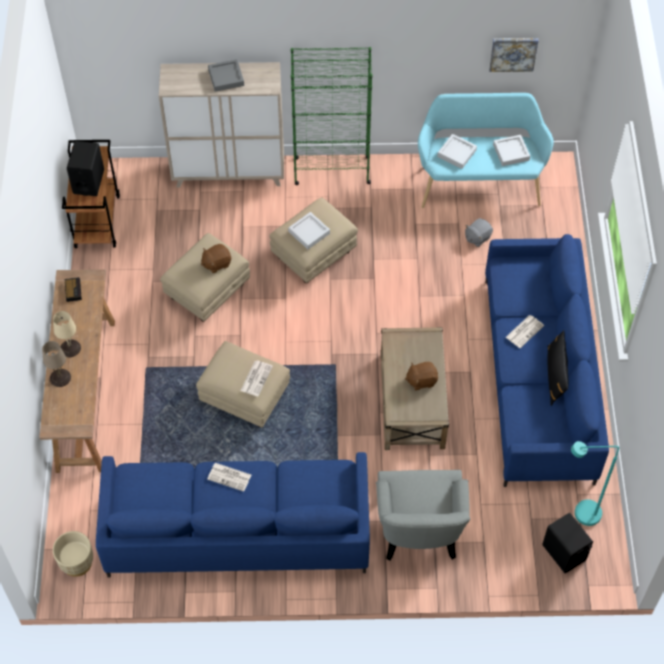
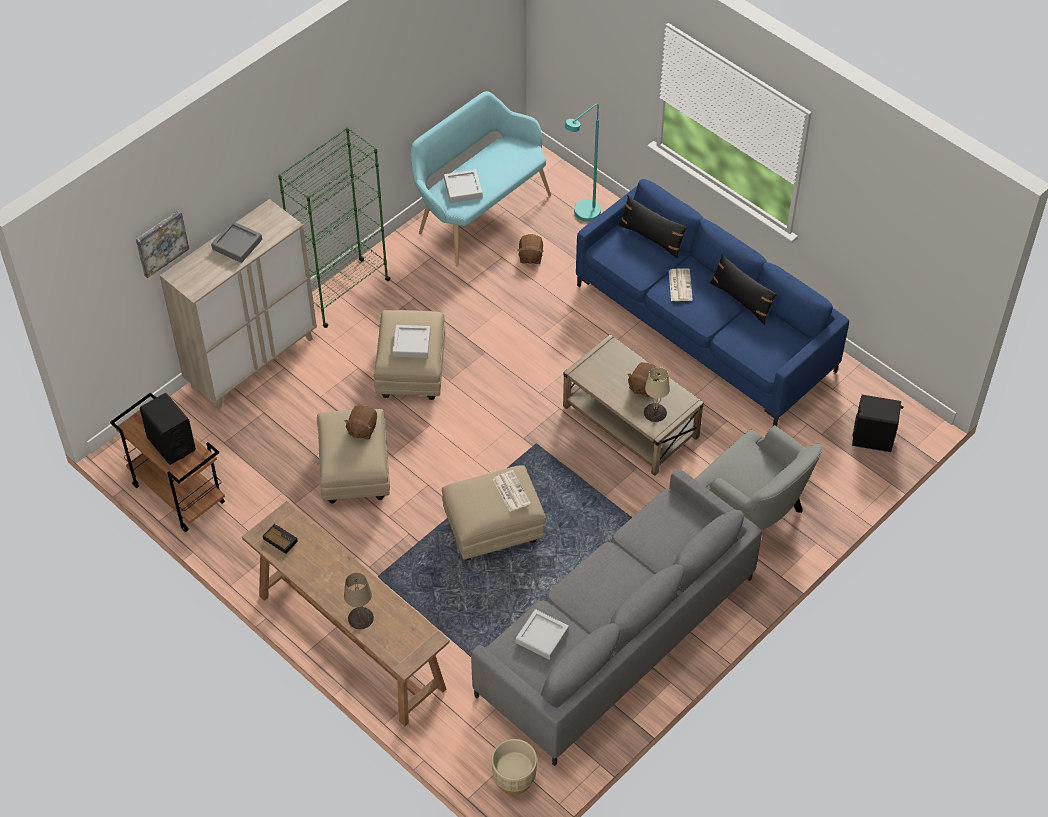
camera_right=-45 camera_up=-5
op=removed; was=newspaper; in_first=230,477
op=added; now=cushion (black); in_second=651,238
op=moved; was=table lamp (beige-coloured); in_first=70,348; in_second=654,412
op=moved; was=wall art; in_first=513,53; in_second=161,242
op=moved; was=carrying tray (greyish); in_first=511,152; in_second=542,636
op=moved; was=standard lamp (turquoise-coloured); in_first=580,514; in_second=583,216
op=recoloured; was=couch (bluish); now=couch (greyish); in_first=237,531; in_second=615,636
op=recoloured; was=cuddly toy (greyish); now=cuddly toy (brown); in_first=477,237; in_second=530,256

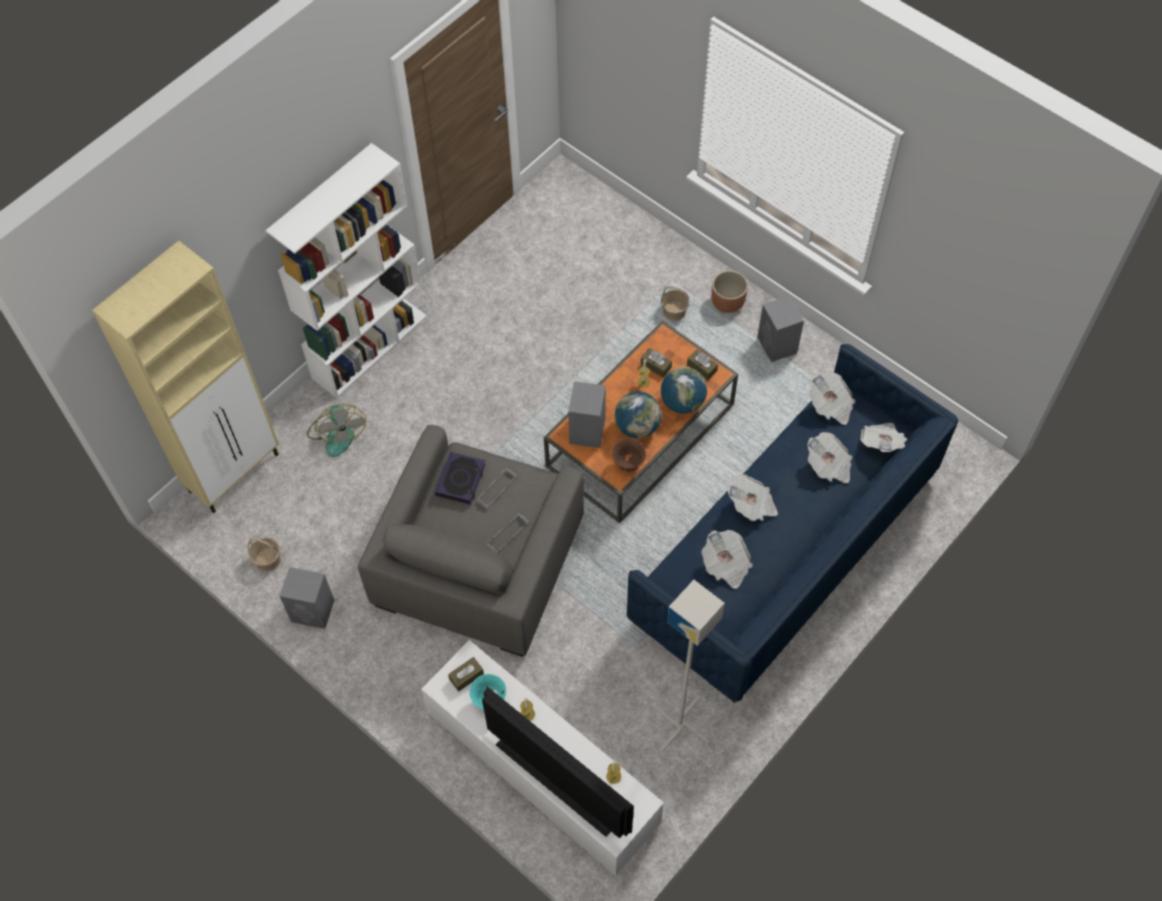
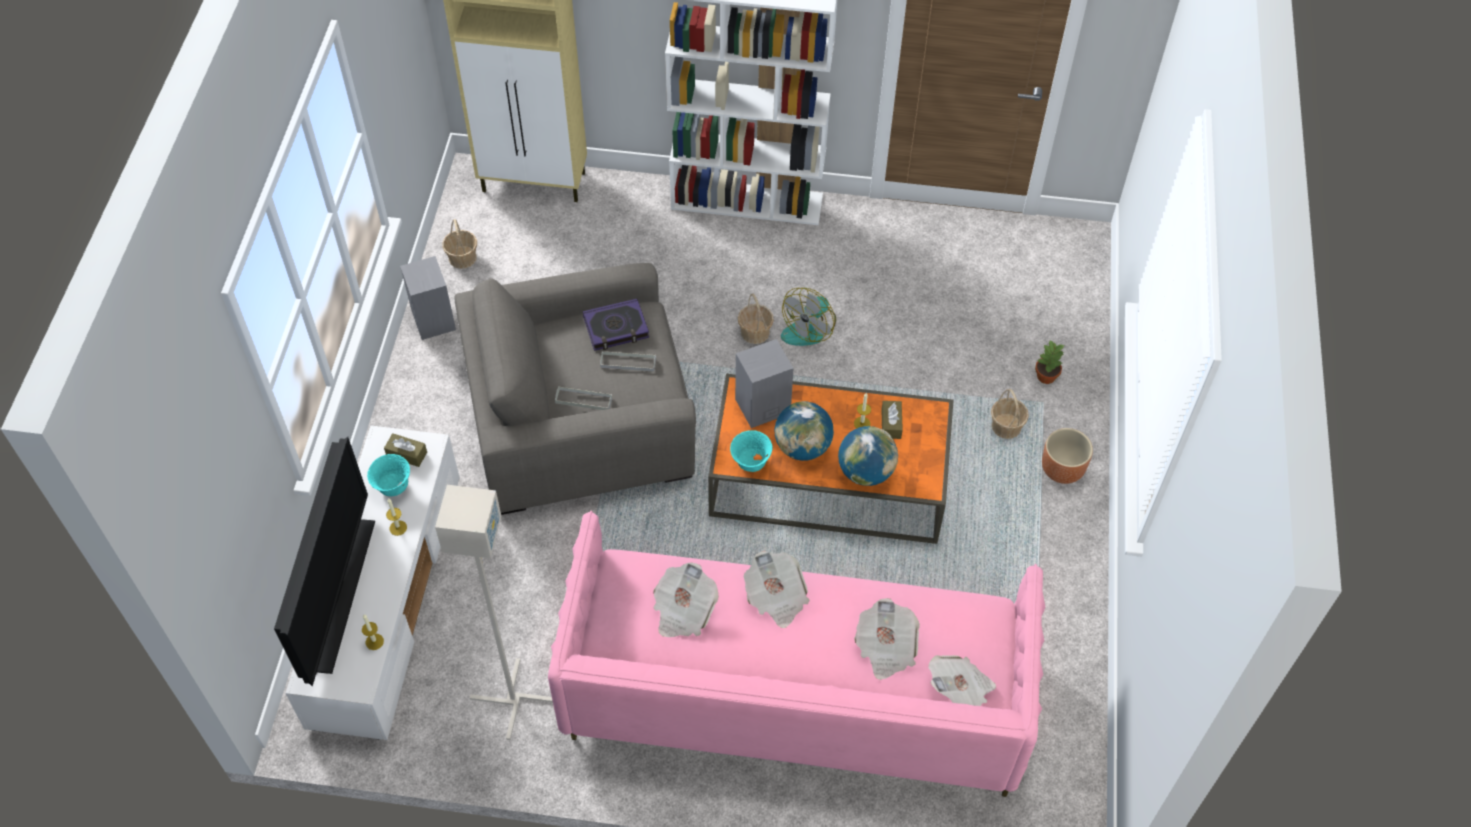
camera_right=55 camera_up=-5
op=removed; was=tissue holder (brown); in_first=702,367
op=removed; was=speaker (greyish); in_first=777,346
op=removed; was=newspaper; in_first=830,405
op=added; now=storage basket; in_second=755,332
op=added; now=plant in a pot; in_second=1046,377
op=moved; was=cooling fan; in_first=337,433; in_second=809,328
op=recoloured; was=bowl (brown); now=bowl (turquoise-coloured); in_first=628,464; in_second=751,463
op=recoloured; was=couch (bluish); now=couch (pink-coloured); in_first=784,549; in_second=794,691

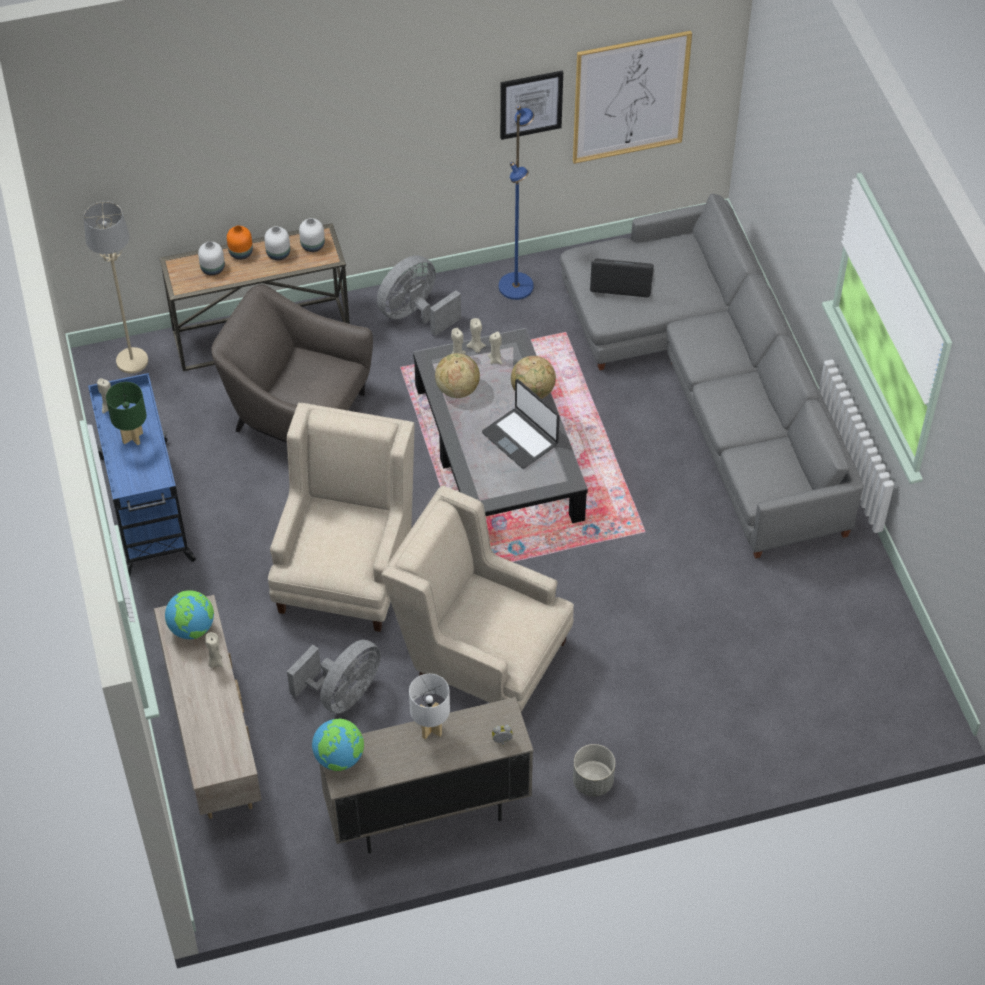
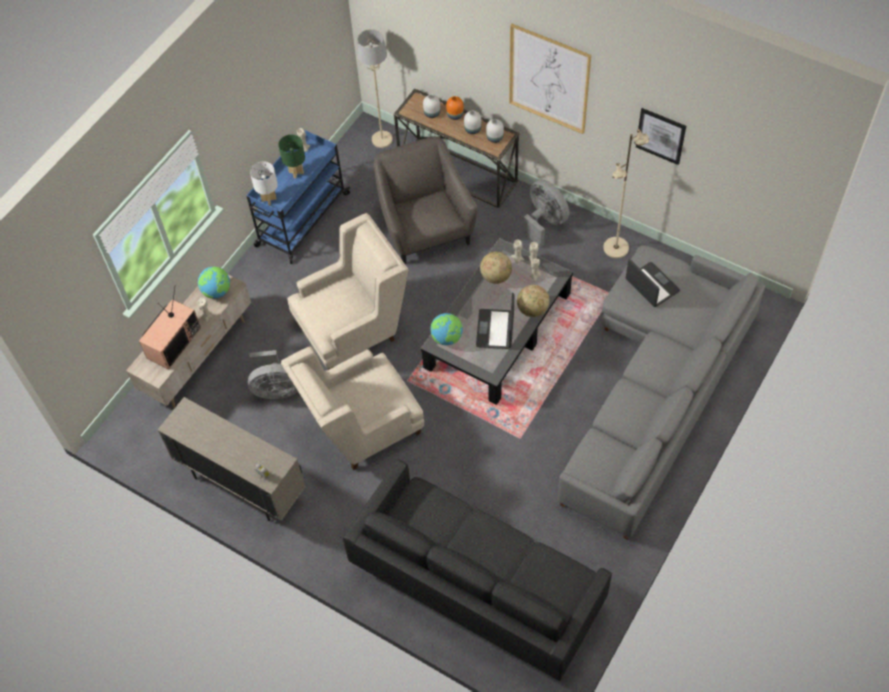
camera_right=50 camera_up=5
op=removed; was=plant pot (greyish); in_first=592,782
op=added; now=TV; in_second=173,342
op=added; now=couch (black); in_second=477,584
op=moved; was=desk globe; in_first=339,758; in_second=447,338
op=moved; was=table lamp (white); in_first=430,729; in_second=269,199
op=moved; was=wall art; in_first=630,97; in_second=549,79
op=recoloured; was=standard lamp (bluish); now=standard lamp (beige-coloured); in_first=516,286; in_second=616,248
op=turned; was=cooling fan (greyish); in_first=415,314; in_second=545,222; clockwise=45
op=turned; was=armchair (beige-coloured); in_first=480,655; in_second=361,428; clockwise=-105

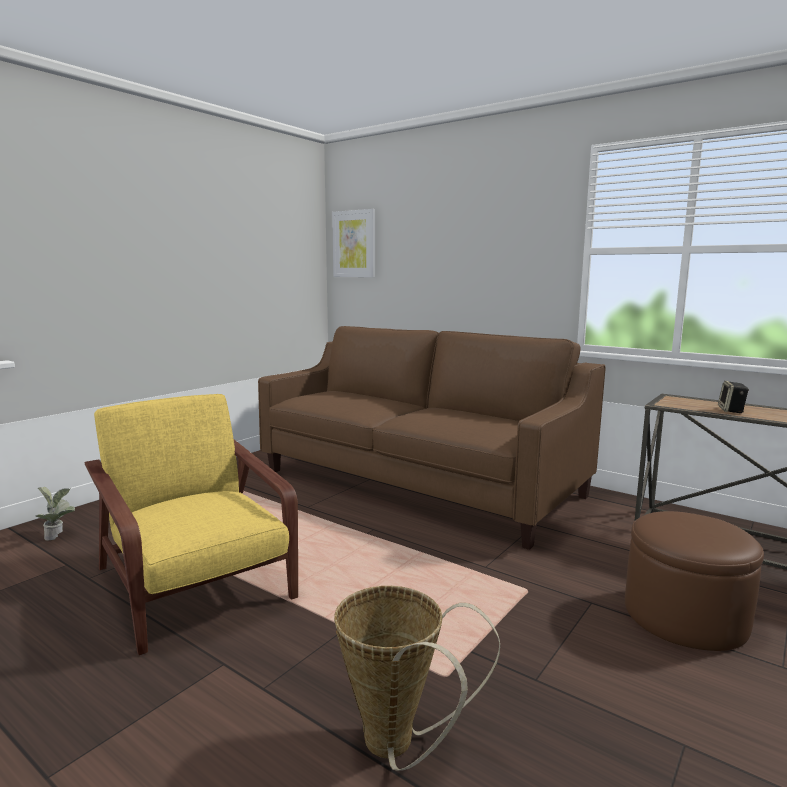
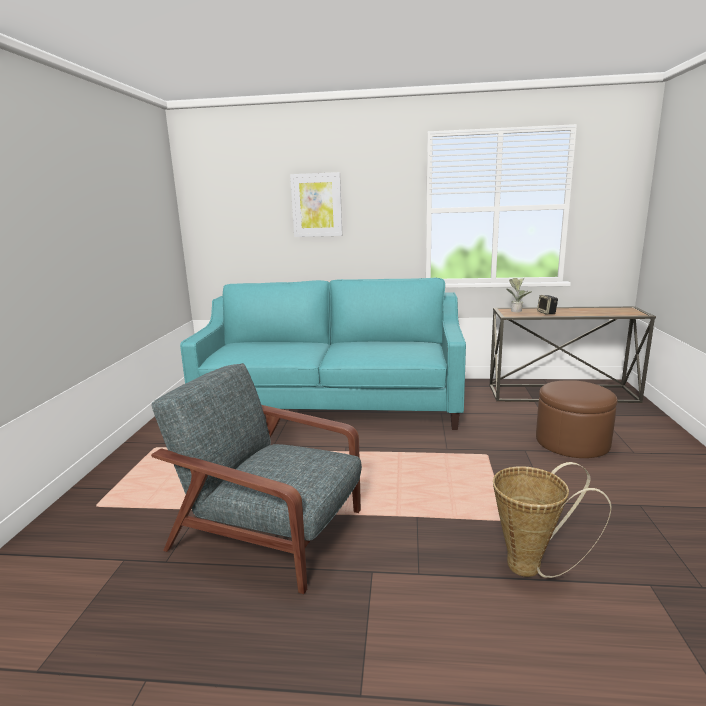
camera_right=-30 camera_up=5
op=moved; was=plant in a pot; in_first=58,536; in_second=517,311
op=moved; was=wall art; in_first=354,244; in_second=316,205
op=recoloured; was=armchair (yellowish); now=armchair (greyish); in_first=195,585; in_second=271,531
op=recoloured; was=couch (brown); now=couch (turquoise-coloured); in_first=418,483; in_second=332,404

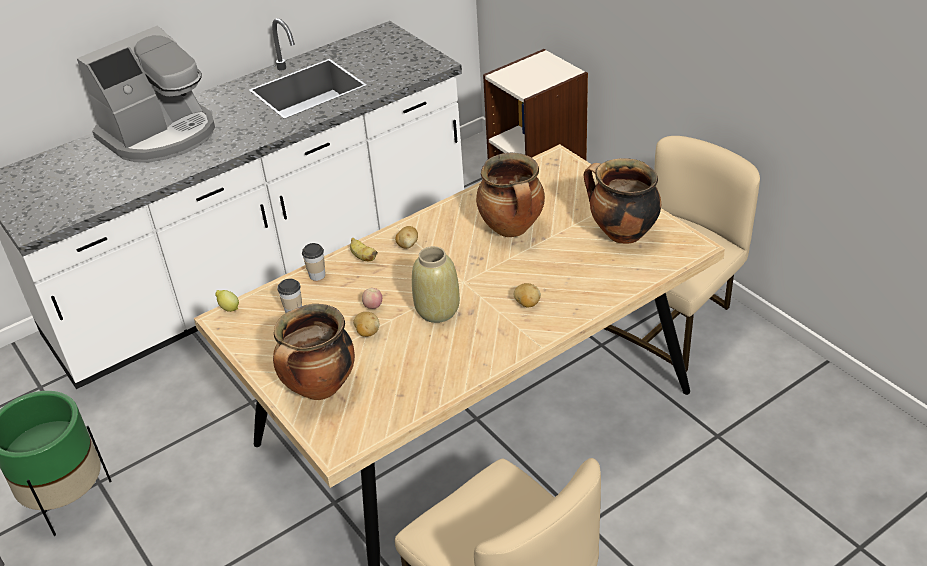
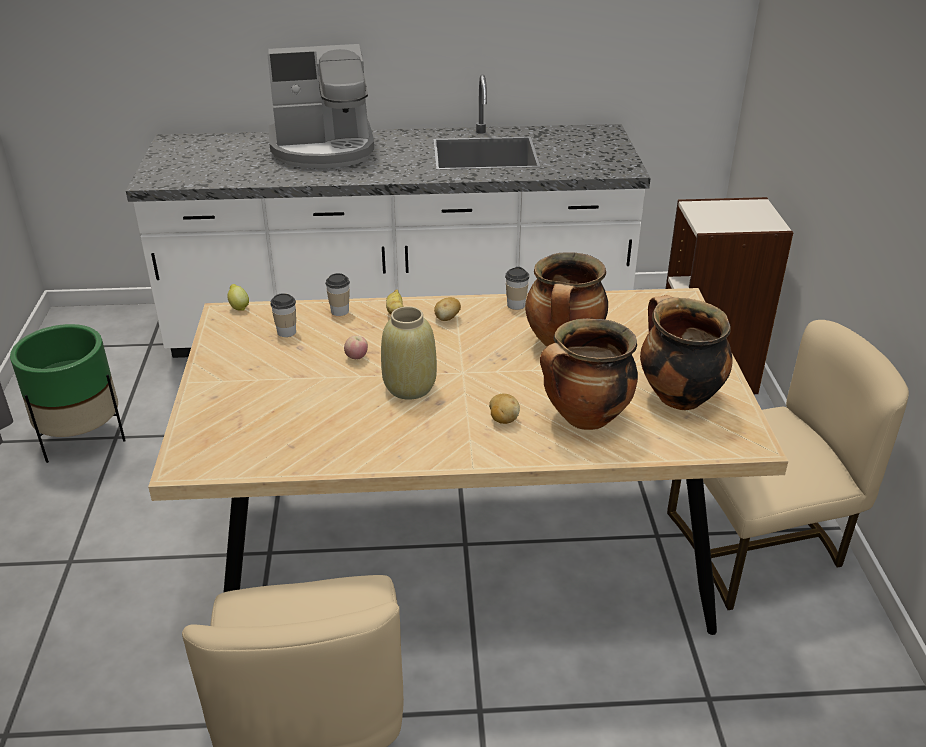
camera_right=30 camera_up=-5
op=removed; was=spud; in_first=367,332
op=added; now=cup; in_second=516,305
op=moved; was=stockpot; in_first=320,389; in_second=585,419

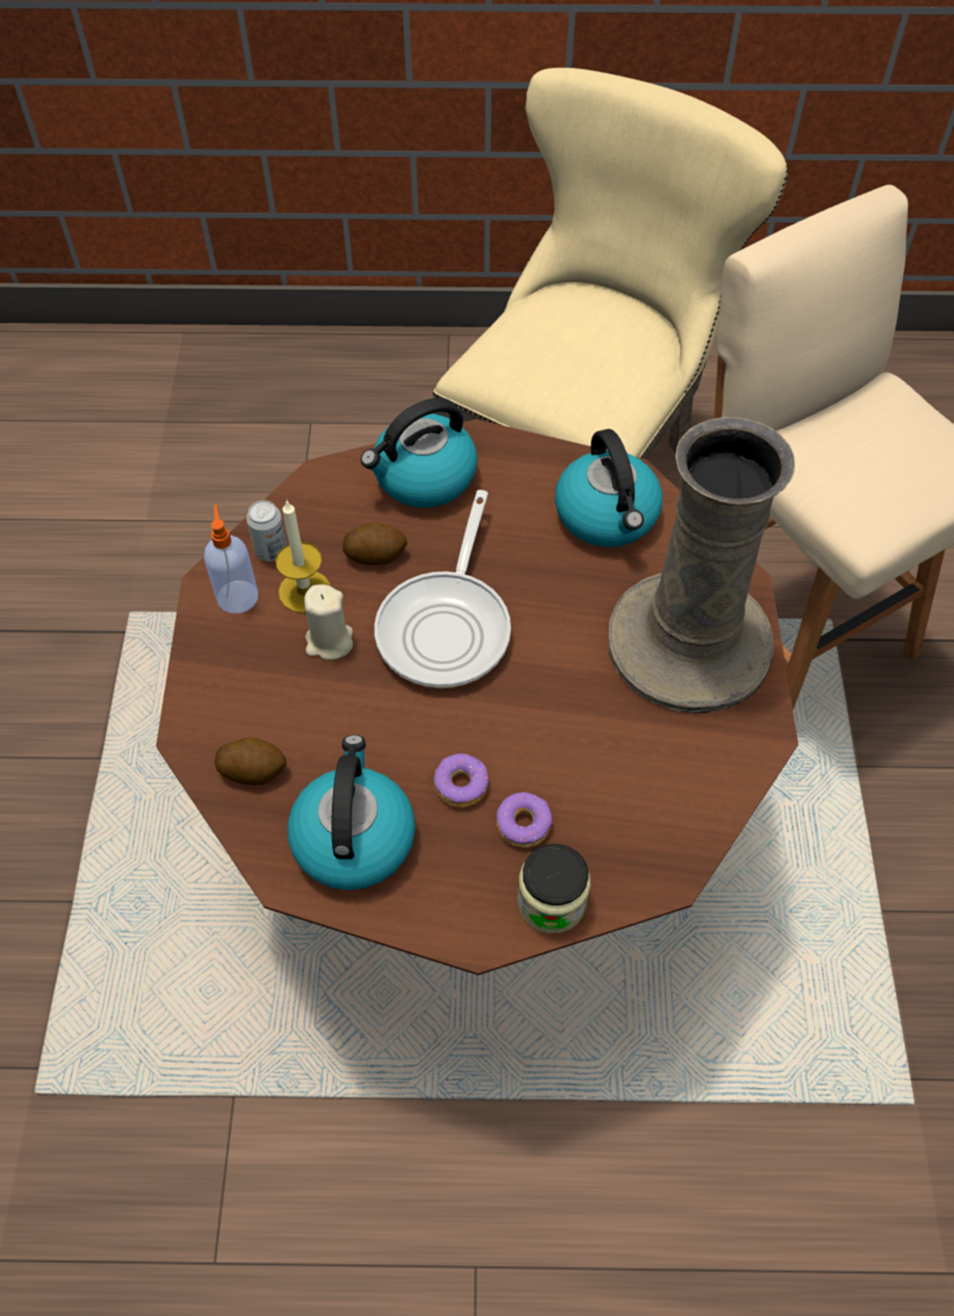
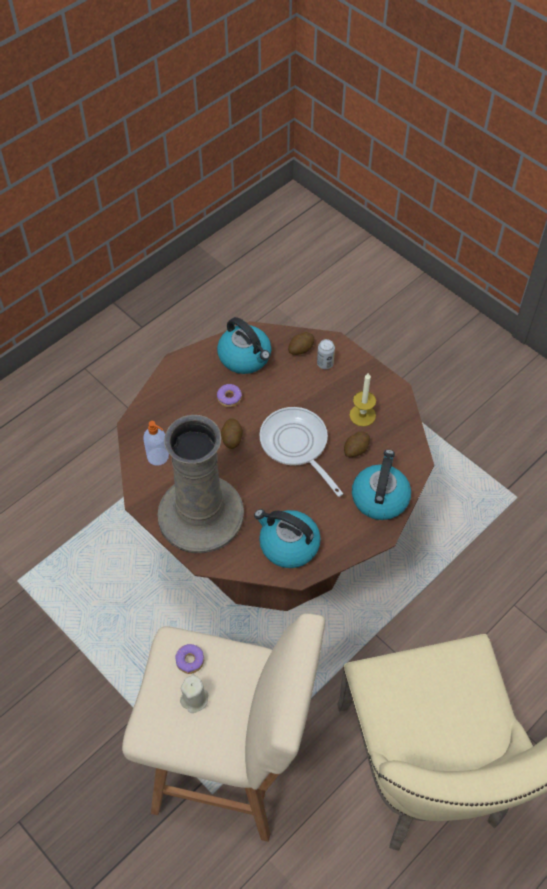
camera_right=135 camera_up=0
op=removed; was=preserve jar; in_first=551,901
op=added; now=spud; in_second=232,438
op=moved; was=soap dispenser; in_first=237,595; in_second=158,457
op=moved; was=metal can; in_first=271,550; in_second=325,363
op=moved; was=wax light (beige-coloured); in_first=329,641; in_second=194,699
op=moved; was=donut; in_first=524,824; in_second=190,661

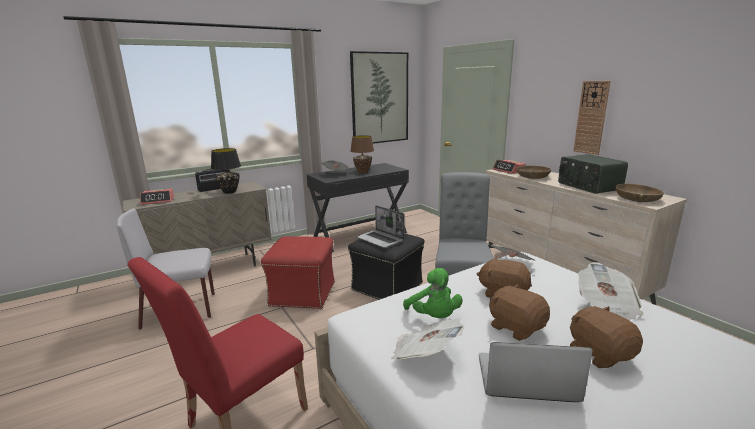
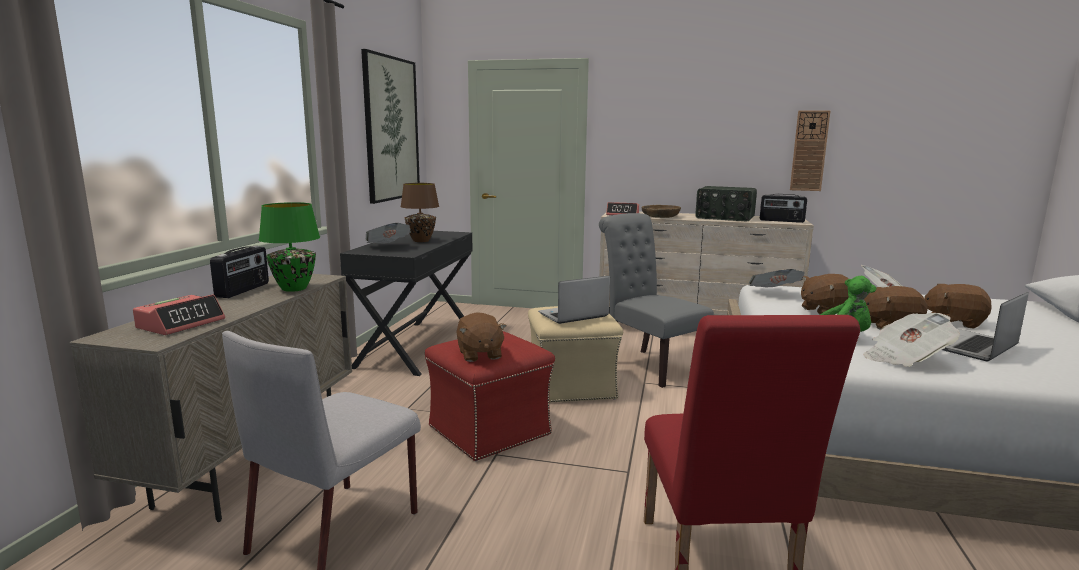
camera_right=-45 camera_up=-5
op=added; now=cuddly toy (brown); in_second=479,354
op=moved; was=clock on the wall; in_first=591,117; in_second=809,151
op=replaced; was=bowl (brown); now=radio set; in_first=637,199; in_second=781,221
op=recoloured; was=table lamp (black); now=table lamp (greenish); in_first=229,192; in_second=294,289
op=recoloured; was=pouffe (black); now=pouffe (beige-coloured); in_first=387,287; in_second=572,386
op=turned; was=portable computer; in_first=381,239; in_second=572,315; clockwise=150

